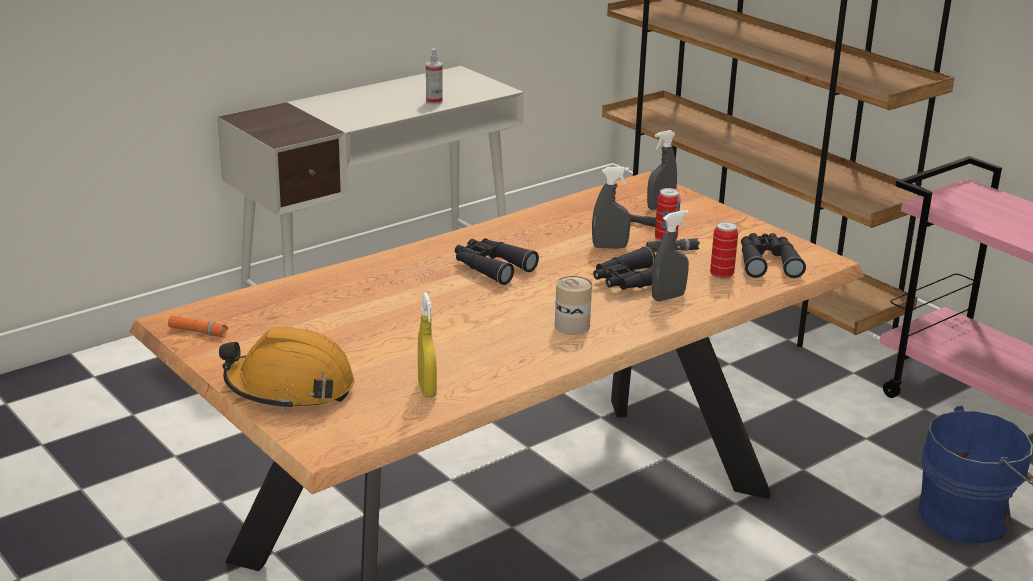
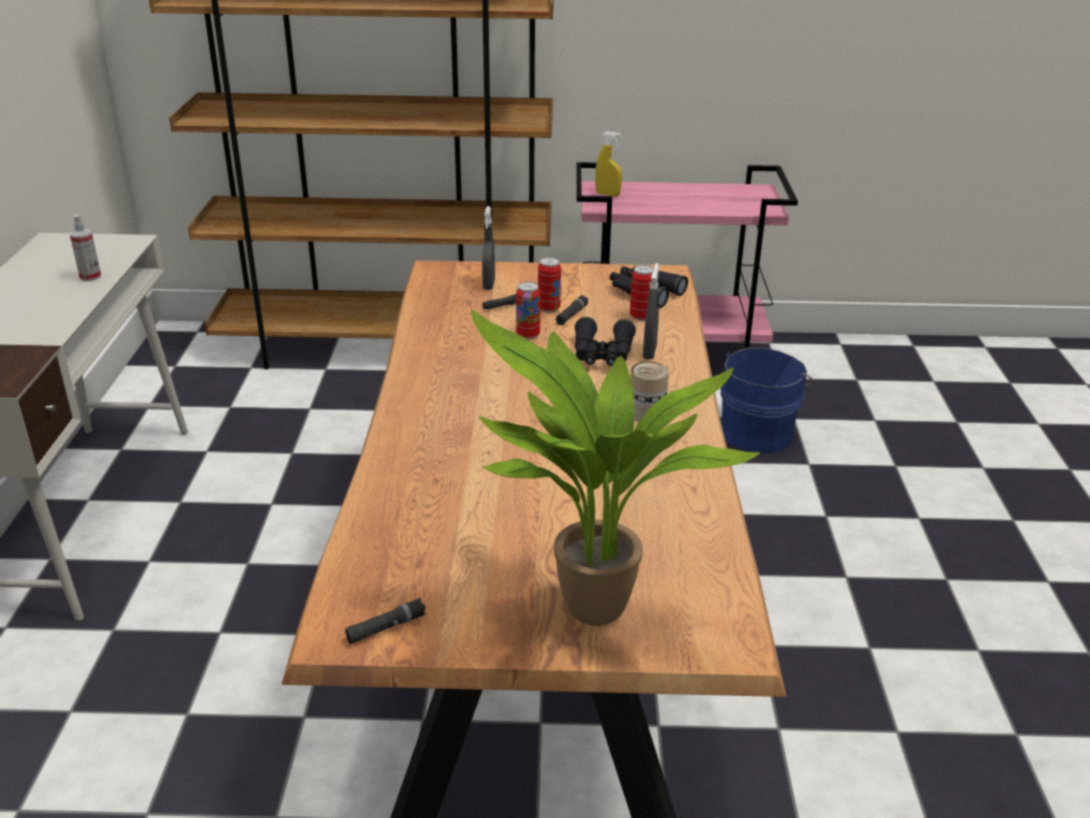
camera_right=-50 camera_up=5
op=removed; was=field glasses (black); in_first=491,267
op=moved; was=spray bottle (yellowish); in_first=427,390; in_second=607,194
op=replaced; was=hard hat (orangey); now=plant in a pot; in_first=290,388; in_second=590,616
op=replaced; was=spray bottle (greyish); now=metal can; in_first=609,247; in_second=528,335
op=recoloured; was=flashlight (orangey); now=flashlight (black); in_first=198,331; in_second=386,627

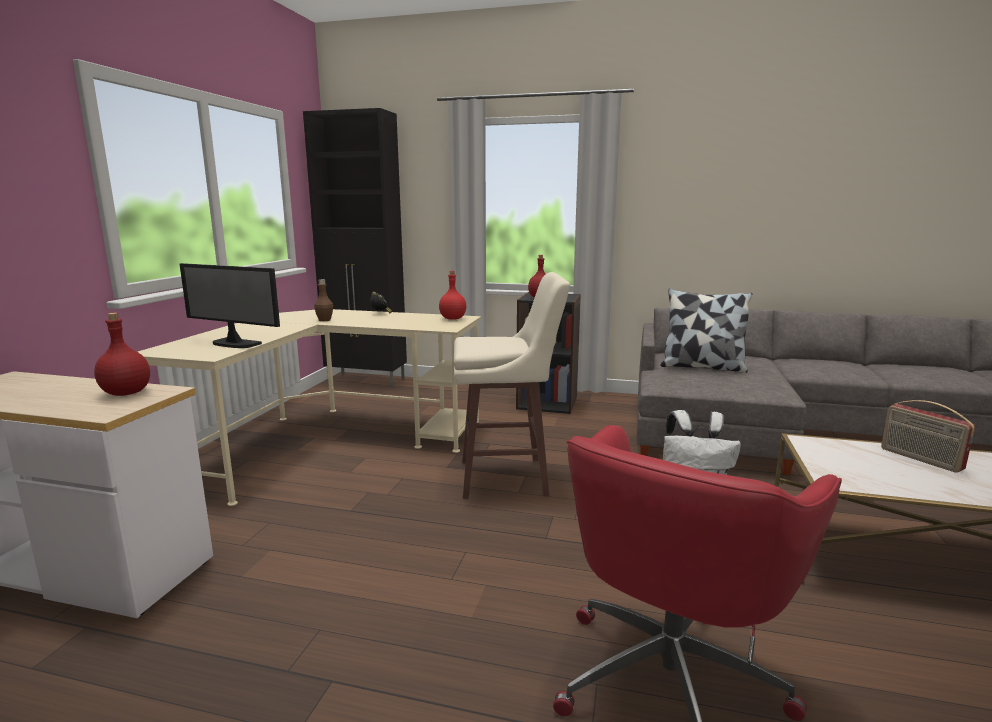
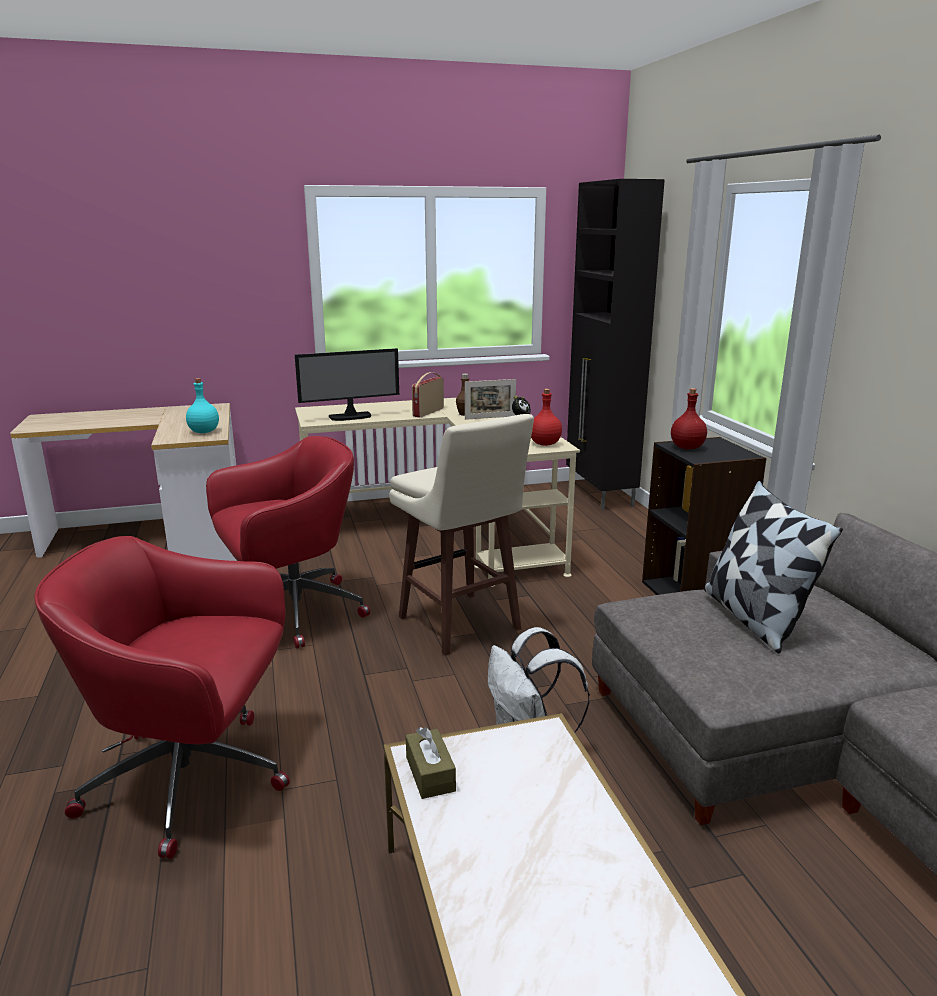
camera_right=60 camera_up=5
op=added; now=computer chair (red); in_second=291,613
op=added; now=tissue holder (brown); in_second=430,774
op=added; now=standing frame; in_second=490,417
op=moved; was=radio set; in_first=920,459; in_second=427,412
op=recoloured; was=beverage bottle (red); now=beverage bottle (turquoise-coloured); in_first=126,393; in_second=203,432
op=turned; was=computer display; in_first=234,344; in_second=350,417; clockwise=-105

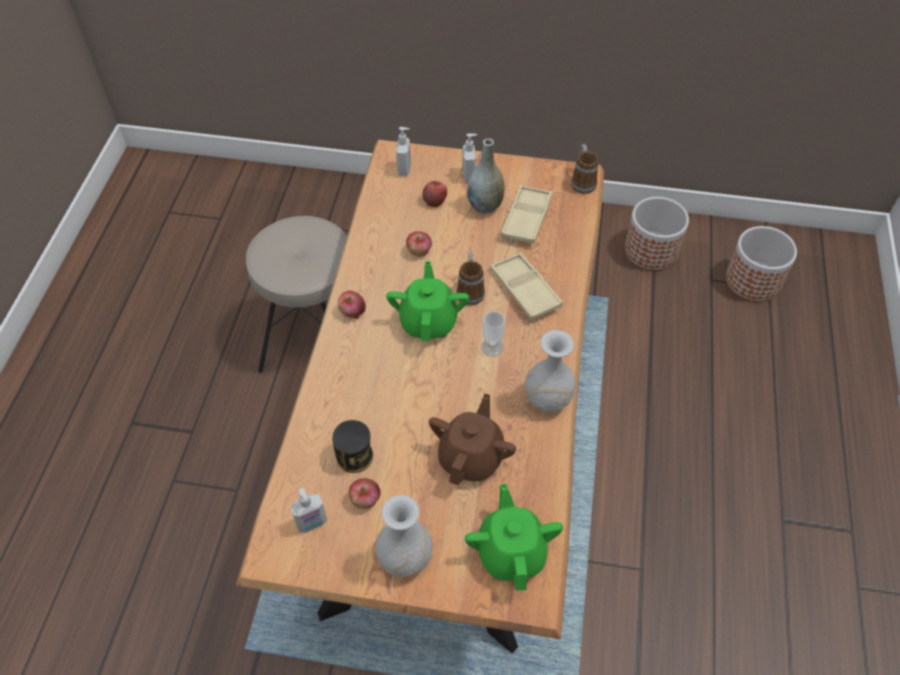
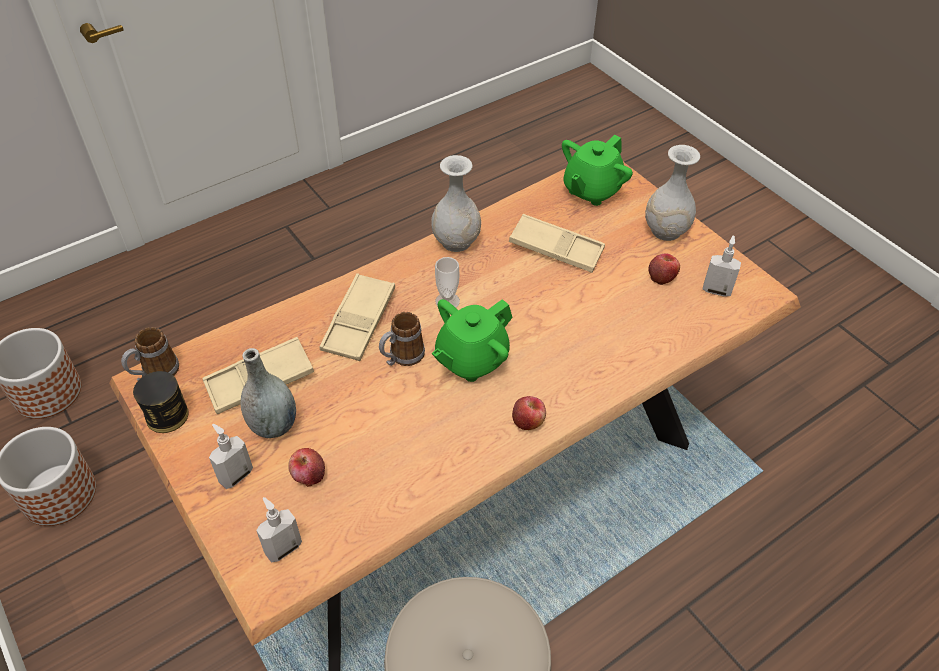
camera_right=-135 camera_up=-5
op=removed; was=whole apple; in_first=419,251
op=moved; was=metal can; in_first=354,456; in_second=167,416
op=replaced; was=pot for tea (brown); now=carrying tray (beige-coloured); in_first=471,457; in_second=556,248

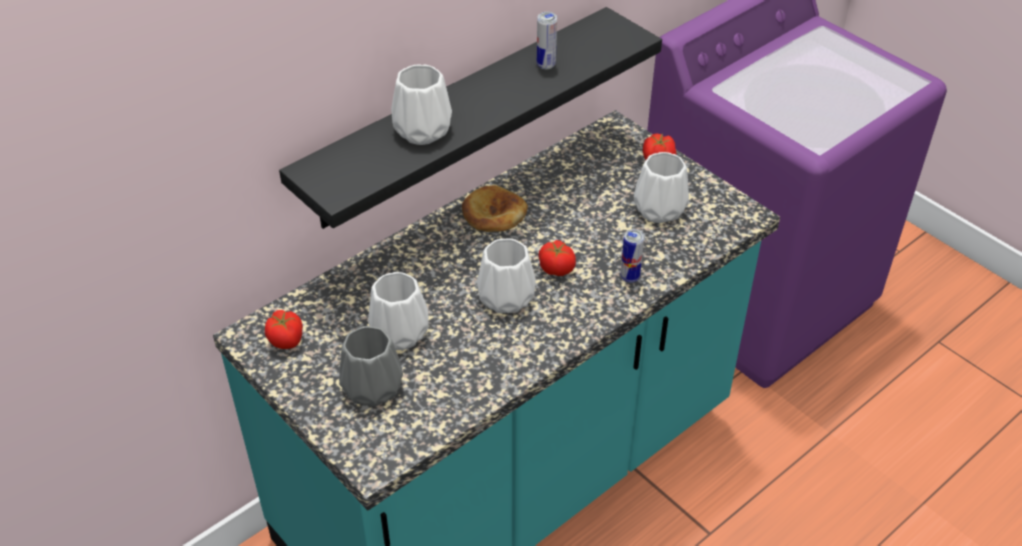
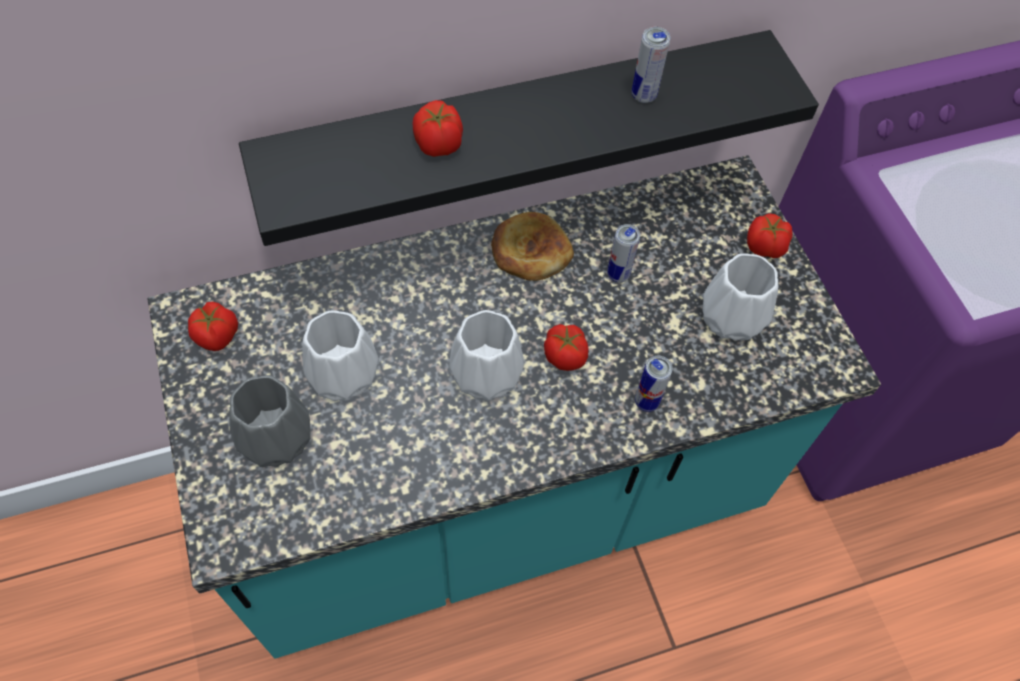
camera_right=20 camera_up=15
op=added; now=metal can; in_second=618,274
op=replaced; was=flower vase (white); now=whole tomato; in_first=424,131; in_second=438,145

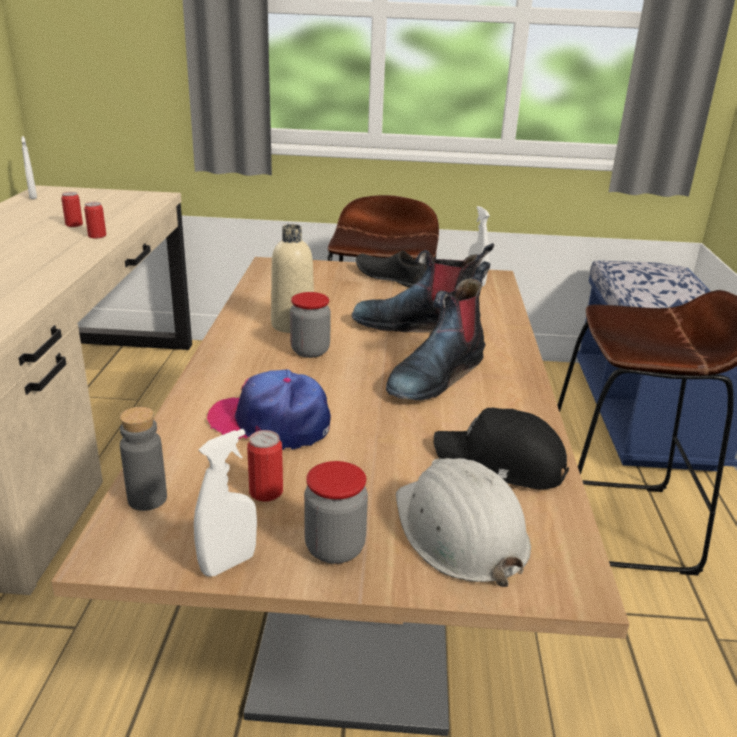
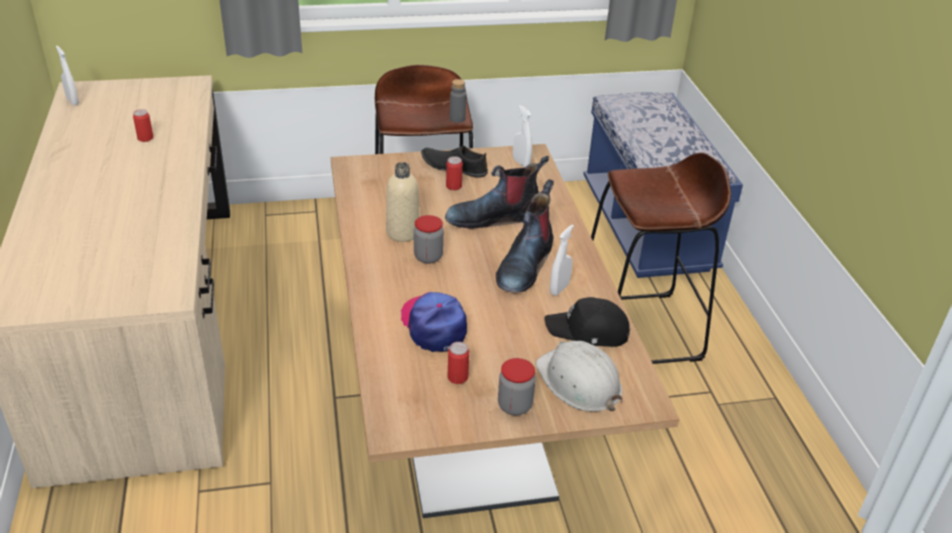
camera_right=-15 camera_up=10
op=moved; was=metal can; in_first=97,236; in_second=453,186
op=moved; was=beverage bottle (greyish); in_first=147,499; in_second=457,119
op=moved; was=spray bottle (white); in_first=228,563; in_second=559,289
op=turned; was=peaked cap; in_first=271,423; in_second=434,325; clockwise=60

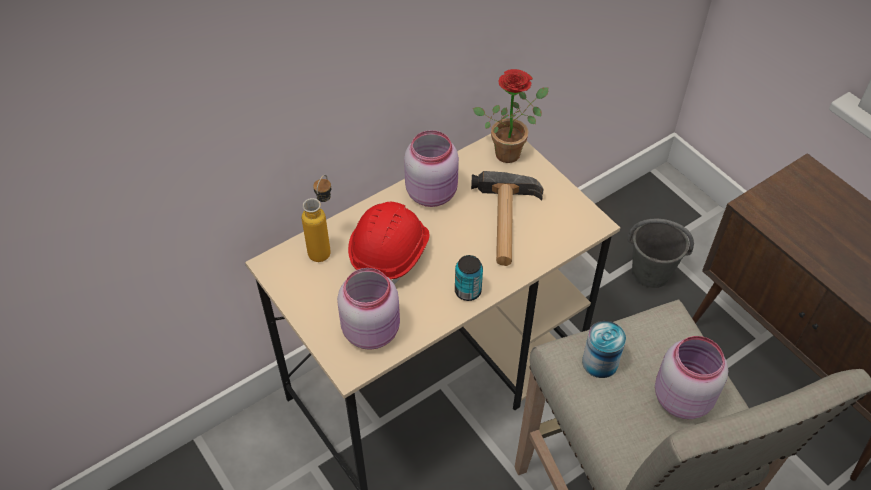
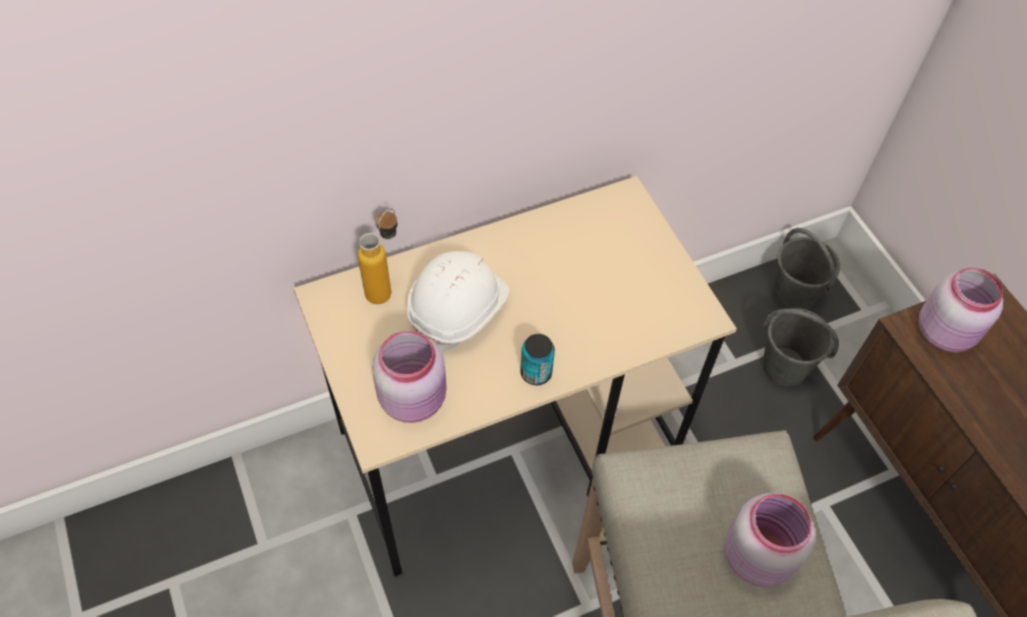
camera_right=10 camera_up=5
op=removed; was=hammer; in_first=505,223
op=removed; was=plant in a pot; in_first=511,150
op=removed; was=metal can; in_first=600,362
op=added; now=water bucket (greyish); in_second=793,296
op=moved; was=preserve jar (pink-coloured); in_first=433,192; in_second=945,332
op=recoloured; was=hard hat (red); now=hard hat (white); in_first=391,254; in_second=459,310

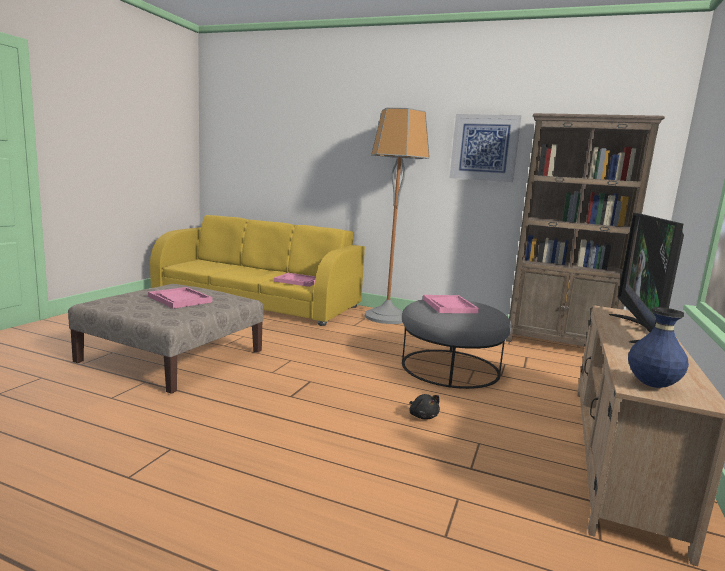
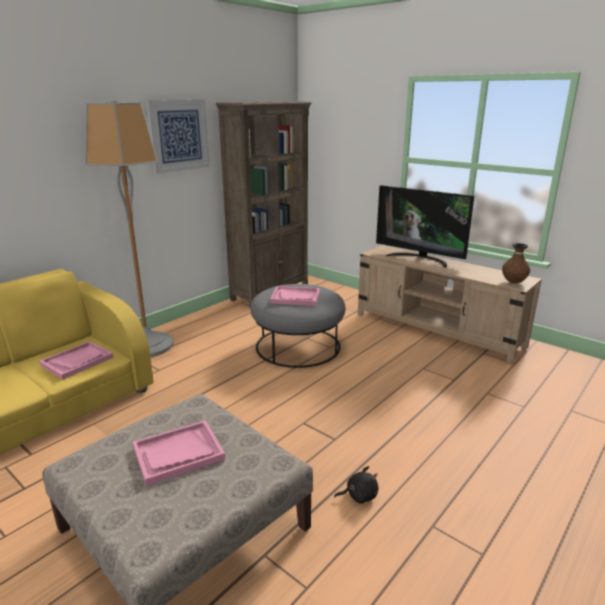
camera_right=-70 camera_up=10
op=moved; was=cuddly toy (black); in_first=423,416; in_second=359,495
op=recoloured; was=flower vase (bluish); now=flower vase (brown); in_first=652,385; in_second=513,282

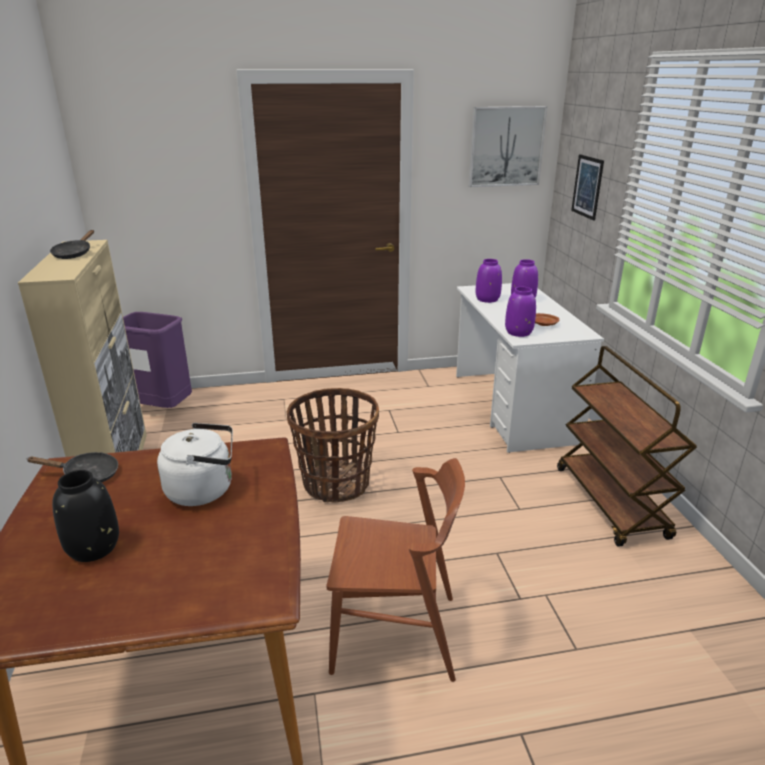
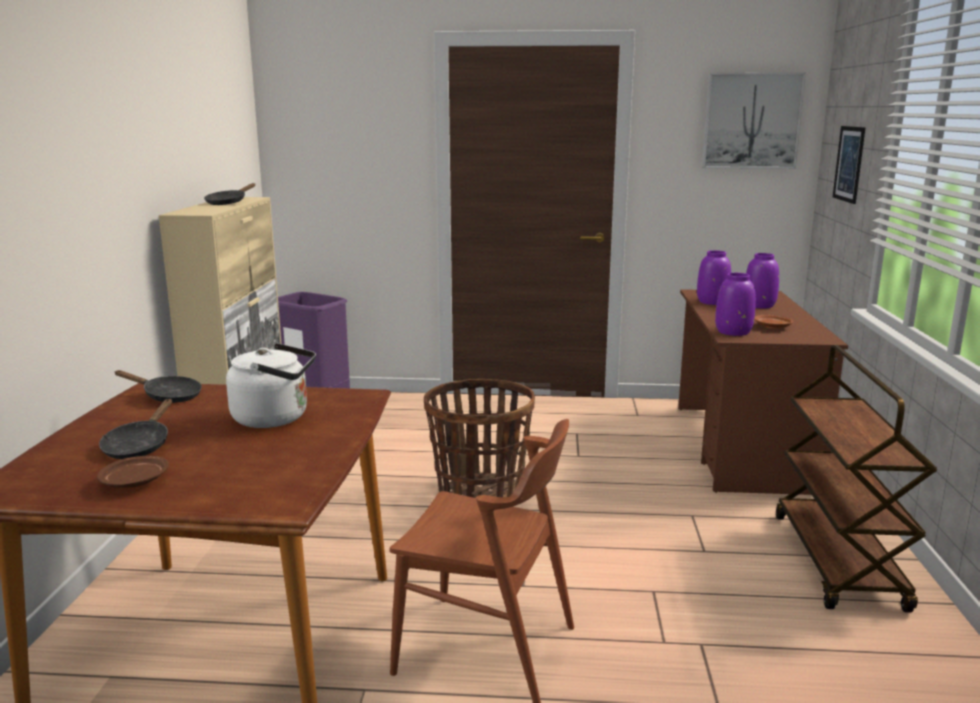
camera_right=15 camera_up=-10
op=added; now=dinner plate (brown); in_second=135,482
op=replaced; was=flower vase (black); now=skillet (black); in_first=93,547; in_second=139,446
op=recoloured; was=desk (white); now=desk (brown); in_first=513,407; in_second=741,447

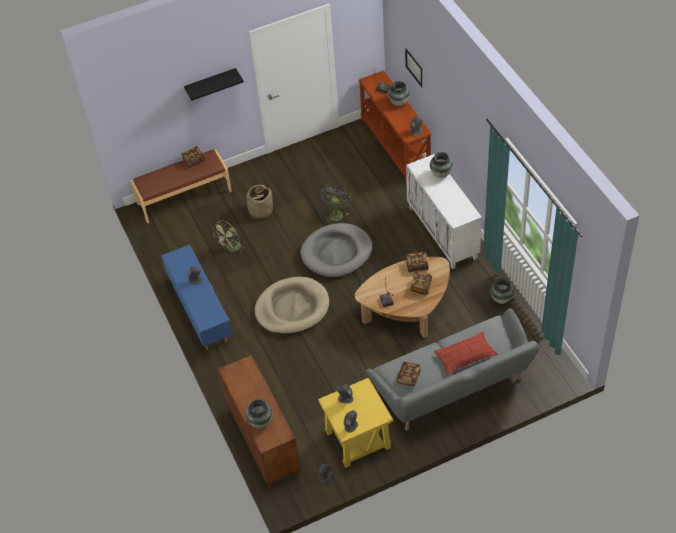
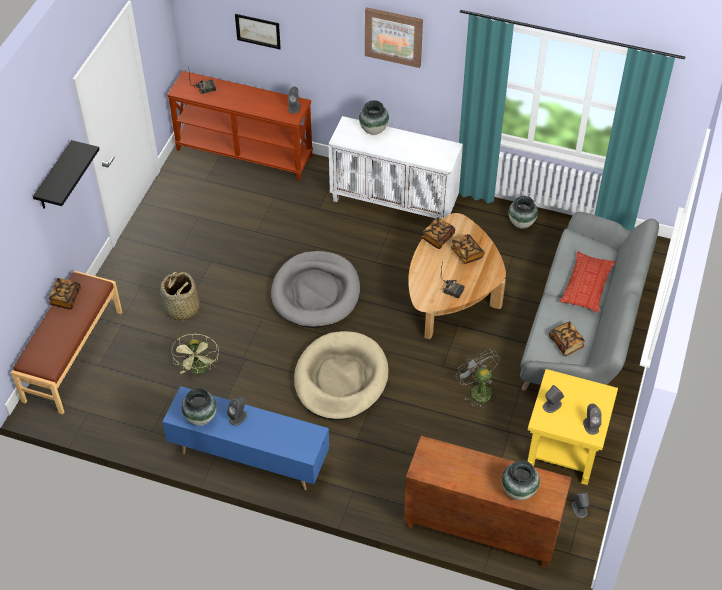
camera_right=-50 camera_up=0
op=added; now=wall art; in_second=394,36
op=moved; was=cooling fan (greyish); in_first=336,213; in_second=477,390
op=moved; was=flower vase; in_first=399,102; in_second=201,418

